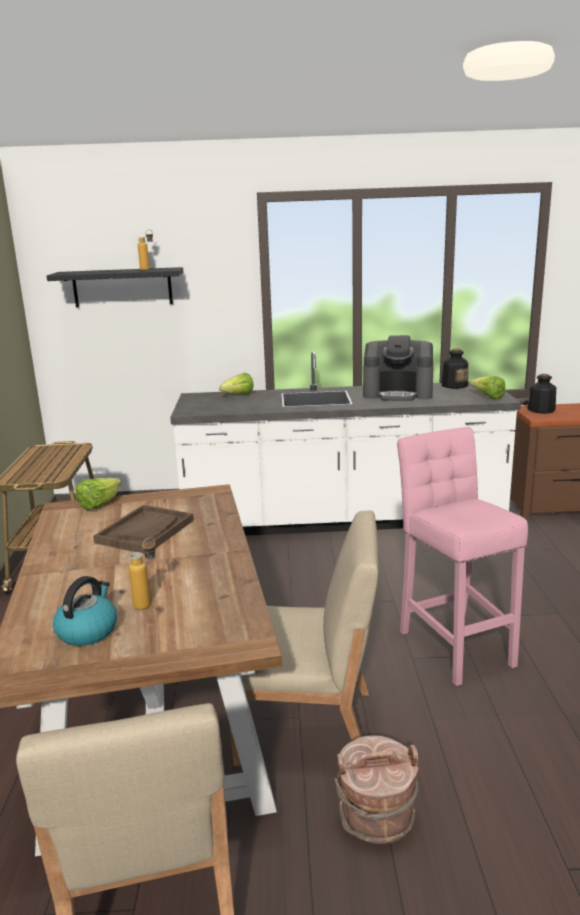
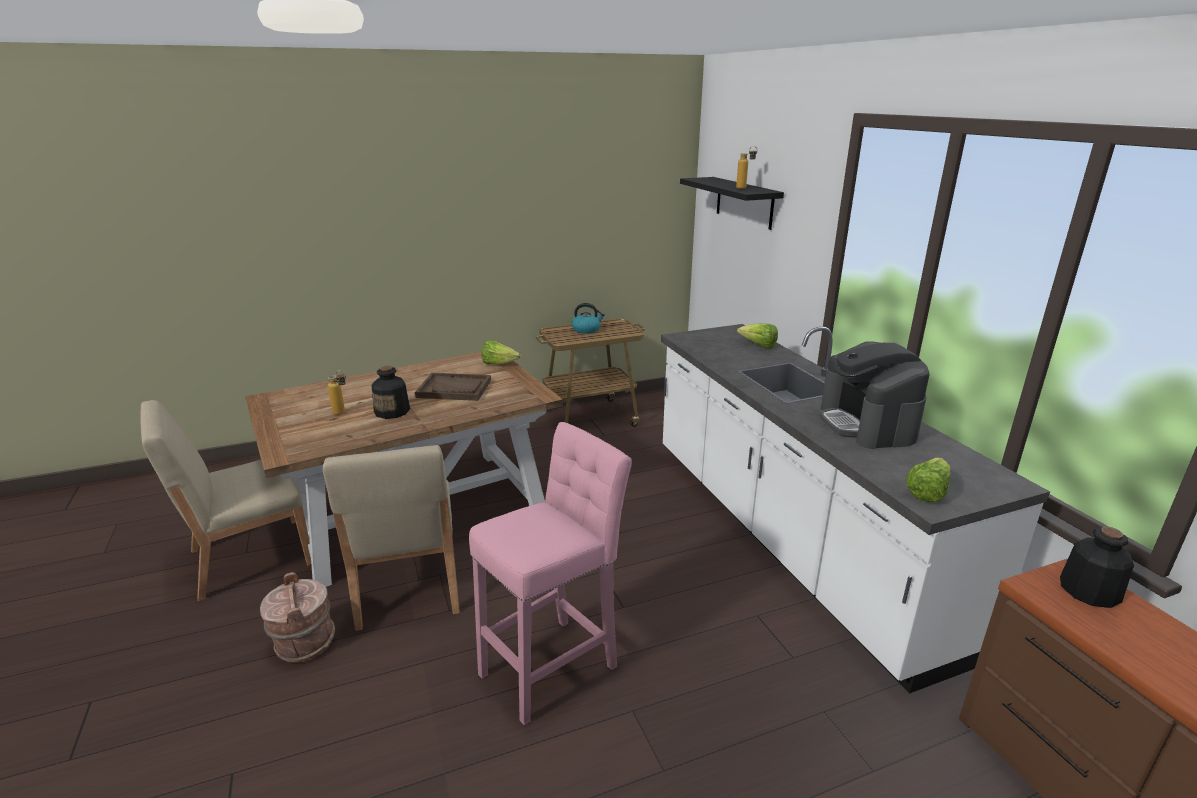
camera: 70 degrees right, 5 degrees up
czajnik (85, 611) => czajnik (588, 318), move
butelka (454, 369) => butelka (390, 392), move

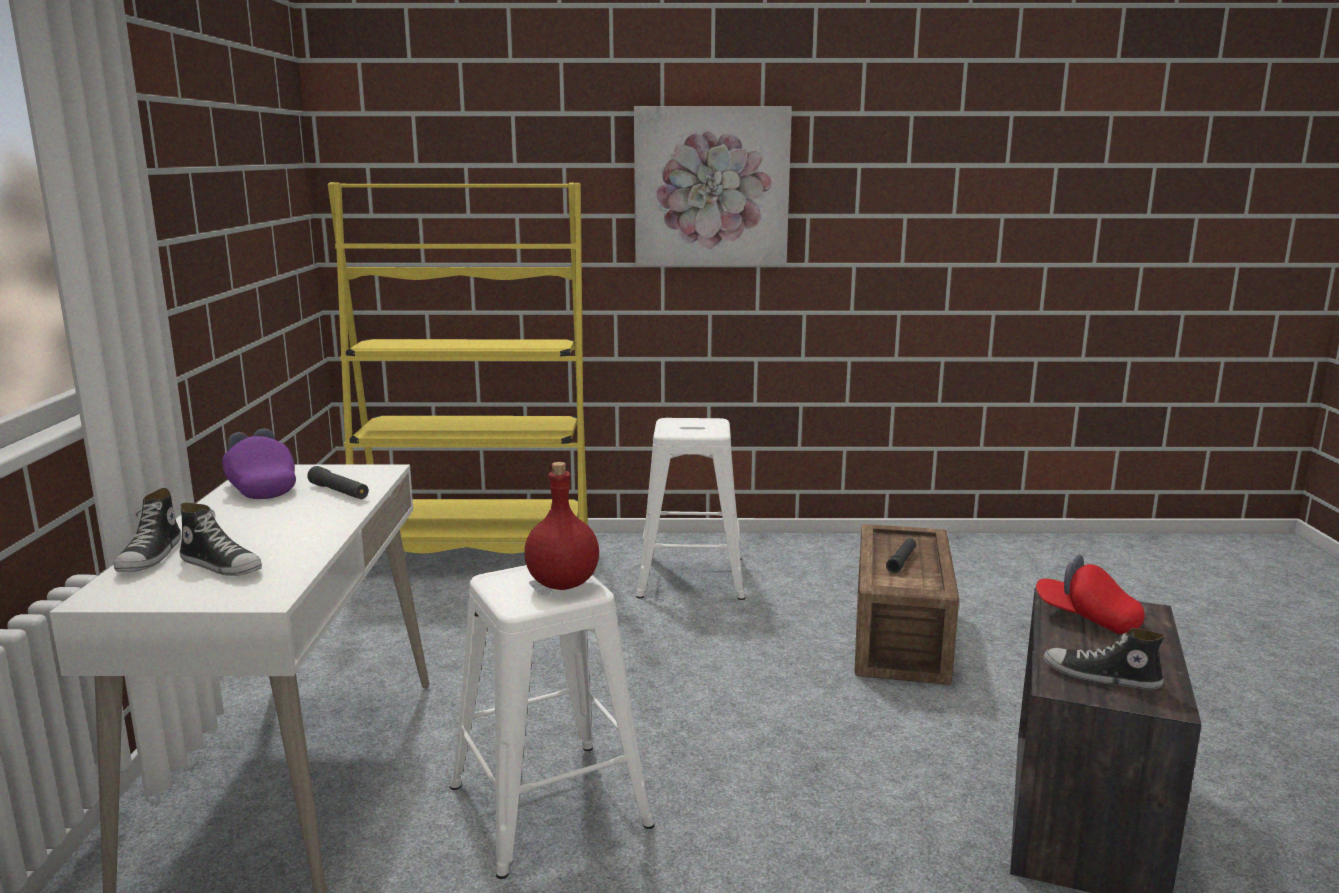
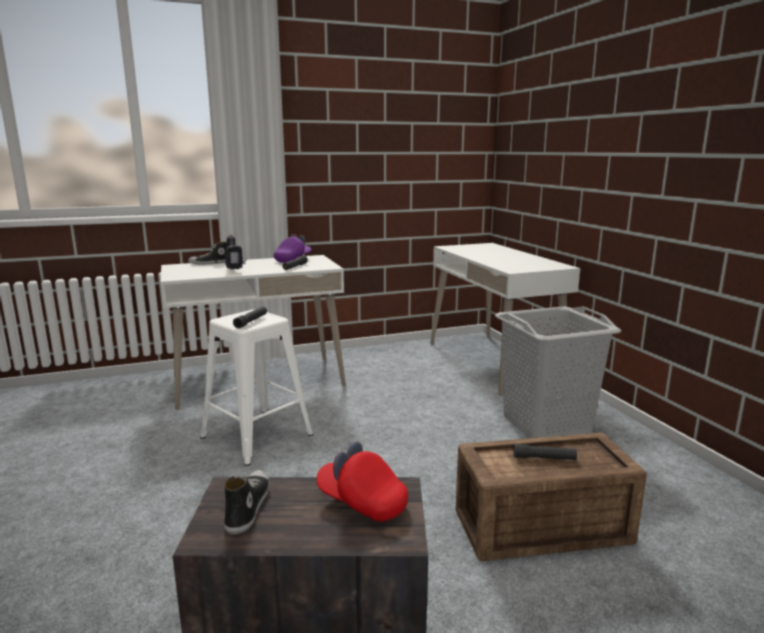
camera: 70 degrees right, 0 degrees up
but (221, 539) => nothing
regał/żółty (458, 368) => biurko/biały (505, 319)
butelka/czerwony (561, 526) => latarka/czarny (250, 317)
obraz (713, 186) => nothing
stołek/biały (690, 509) => kosz na pranie/szary (558, 372)
czapka z daszkiem/czerwony (1090, 594) => czapka z daszkiem/czerwony (362, 482), 75 degrees counterclockwise
nothing => wiertarka (235, 252)

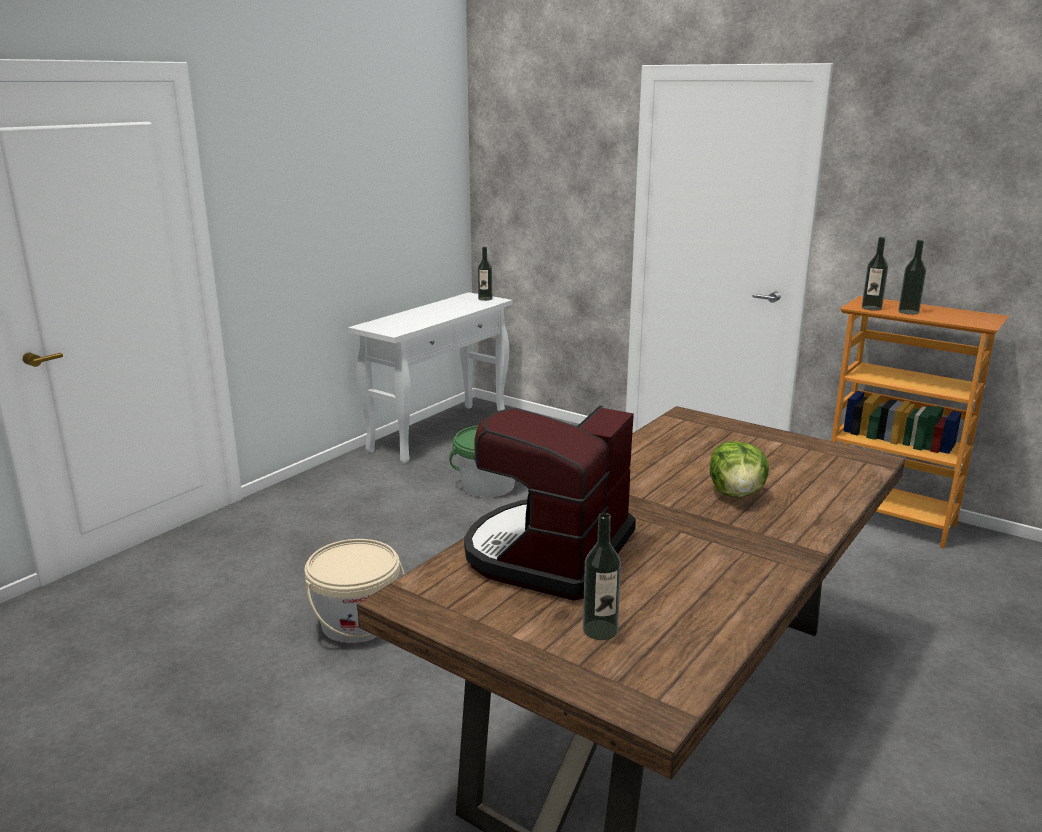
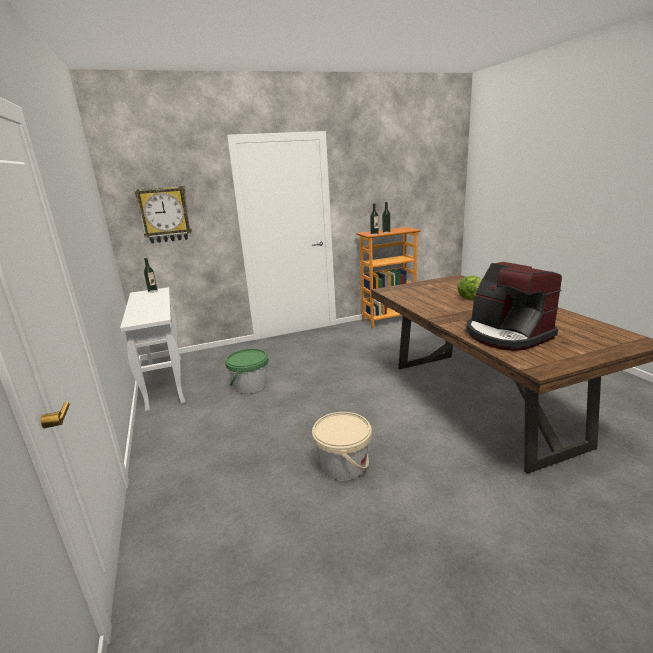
camera: 55 degrees left, 0 degrees up
butelka (602, 576) => nothing
nothing => zegar ścienny (163, 214)

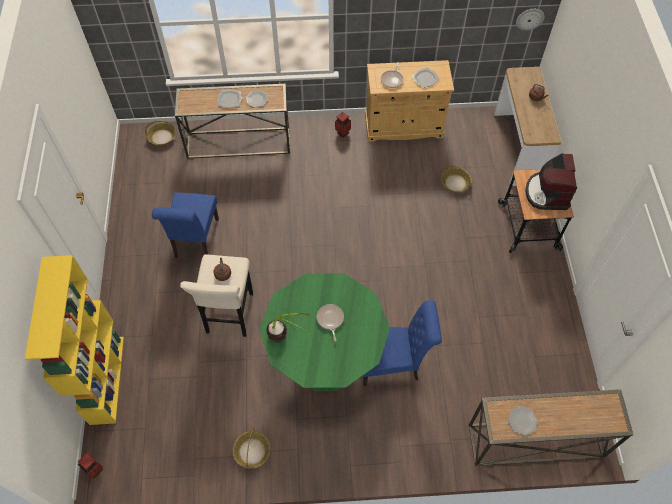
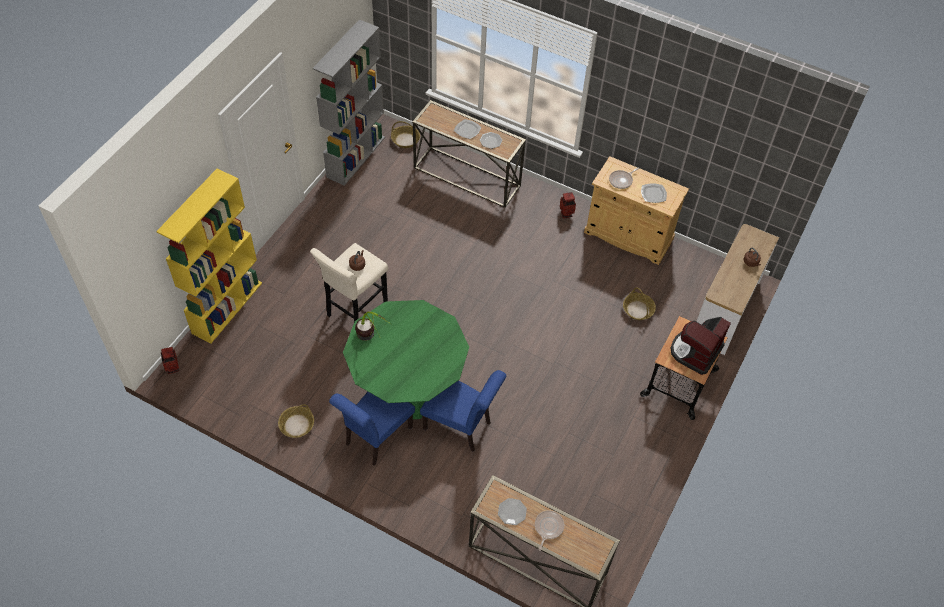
camera: 30 degrees right, 5 degrees down
krzesło/niebieski (185, 225) => krzesło/niebieski (372, 429), move
patelnia (330, 322) => patelnia (549, 531), move
zegar ścienny (530, 19) => nothing
nothing => regał/szary (349, 102)

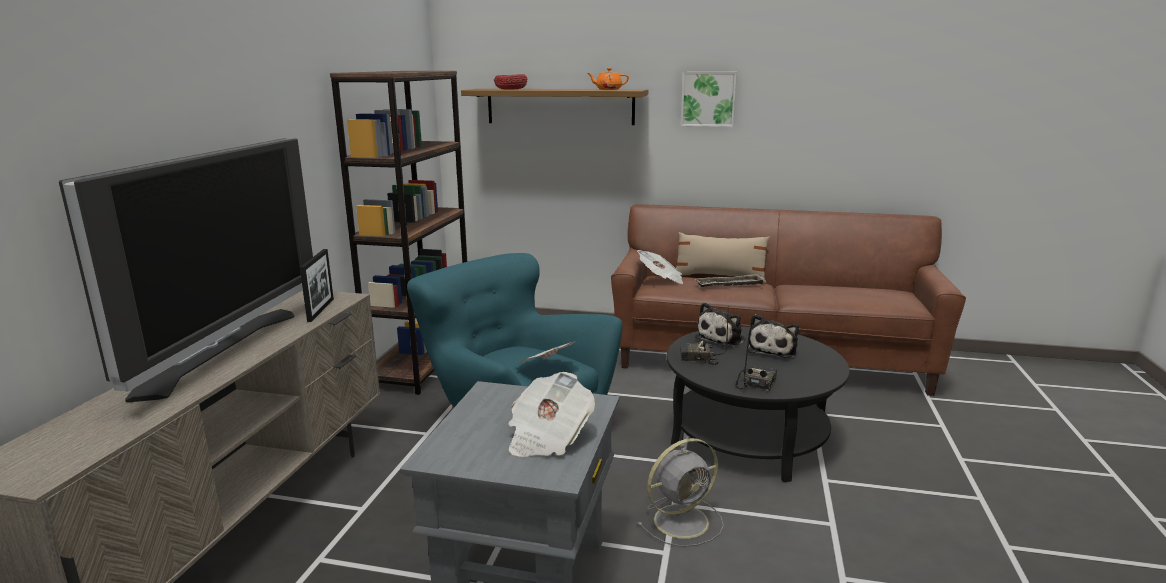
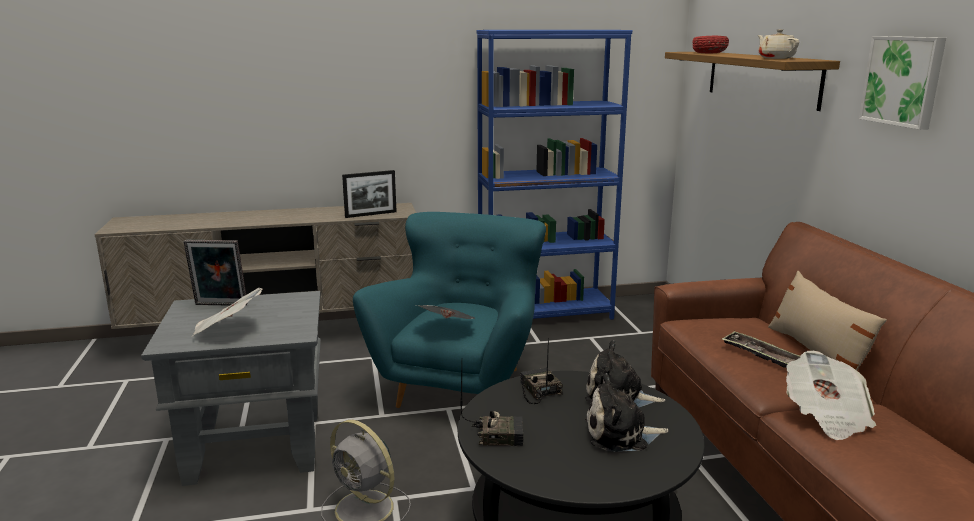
camera: 65 degrees right, 0 degrees up
telewizor (186, 270) => nothing
regał/brązowy (398, 233) => regał/niebieski (554, 175)
imbryk/pomarańczowy (608, 79) => imbryk/beżowy (778, 44)
gazeta (660, 267) => gazeta (831, 395), move
nothing => ramka na zdjęcie (215, 273)

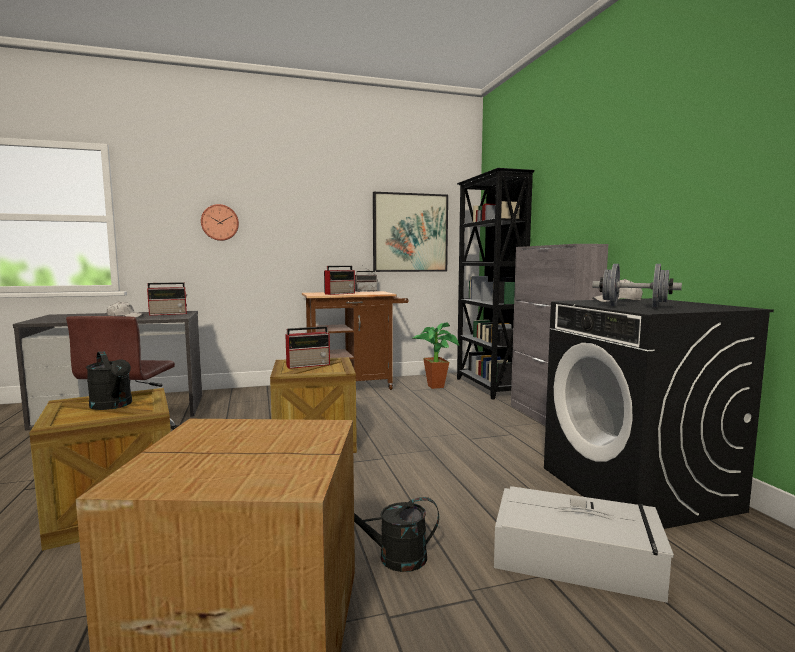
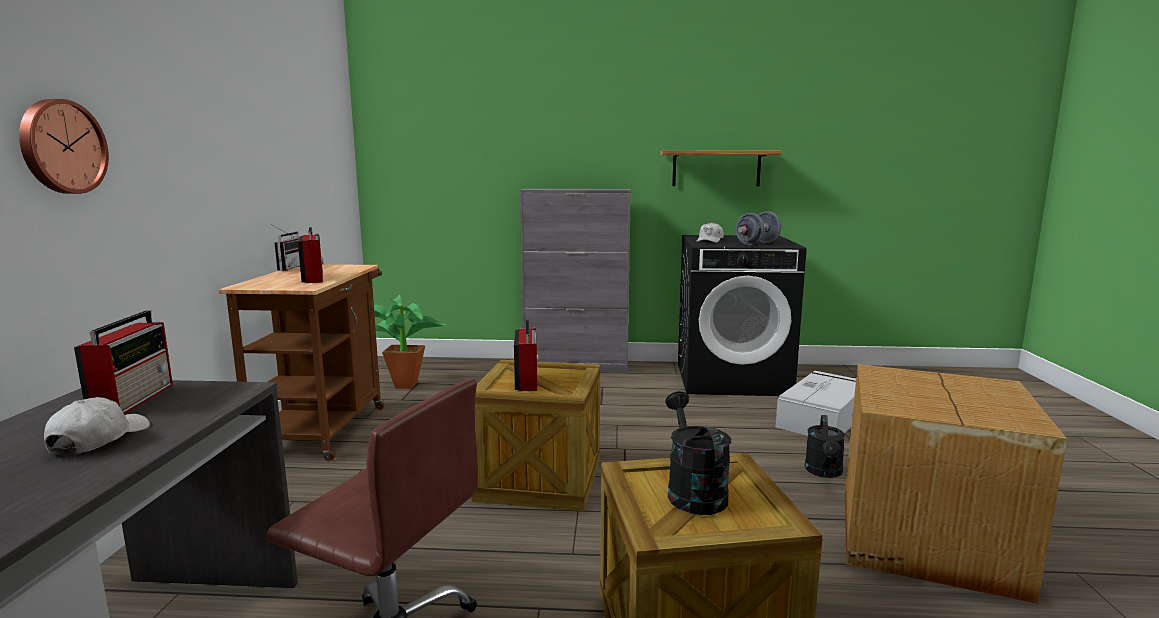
camera: 70 degrees left, 5 degrees up
konewka/czarny (109, 380) => konewka/czarny (698, 453), 75 degrees counterclockwise
obraz (410, 232) => nothing
regał/czarny (496, 284) => nothing
nothing => półka (721, 168)

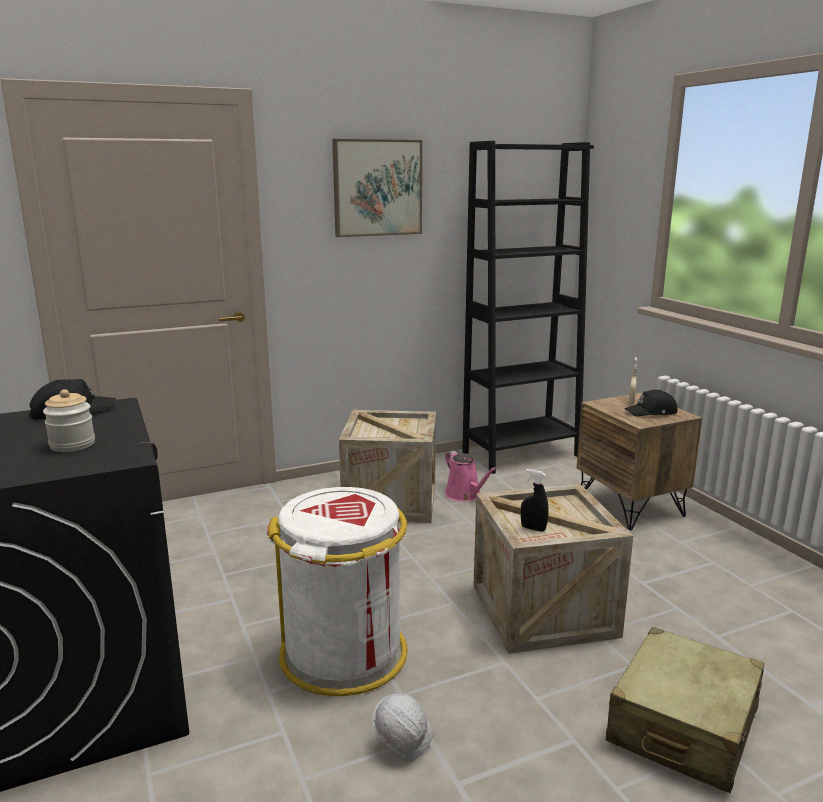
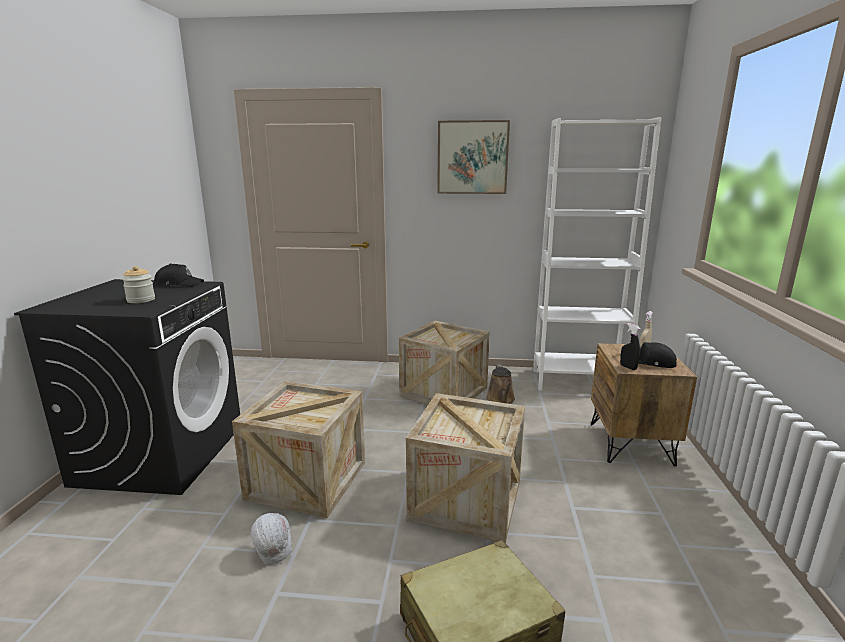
camera: 30 degrees right, 0 degrees up
kosz na śmieci/biały (337, 591) => skrzynka (298, 449)
konewka/różowy (471, 476) => konewka/brązowy (500, 384)
regał/czarny (528, 307) => regał/biały (597, 254)
spryskiwacz/czarny (534, 500) => spryskiwacz/czarny (630, 346), move

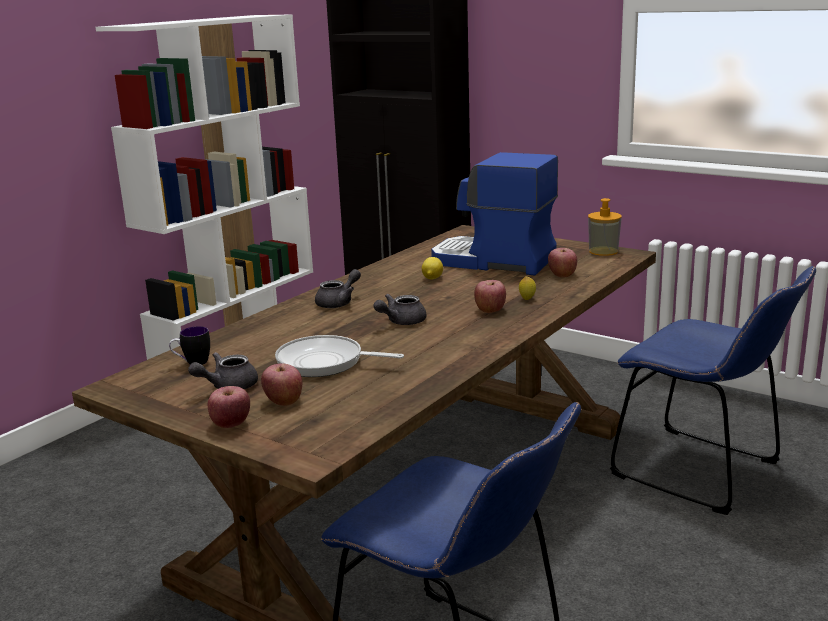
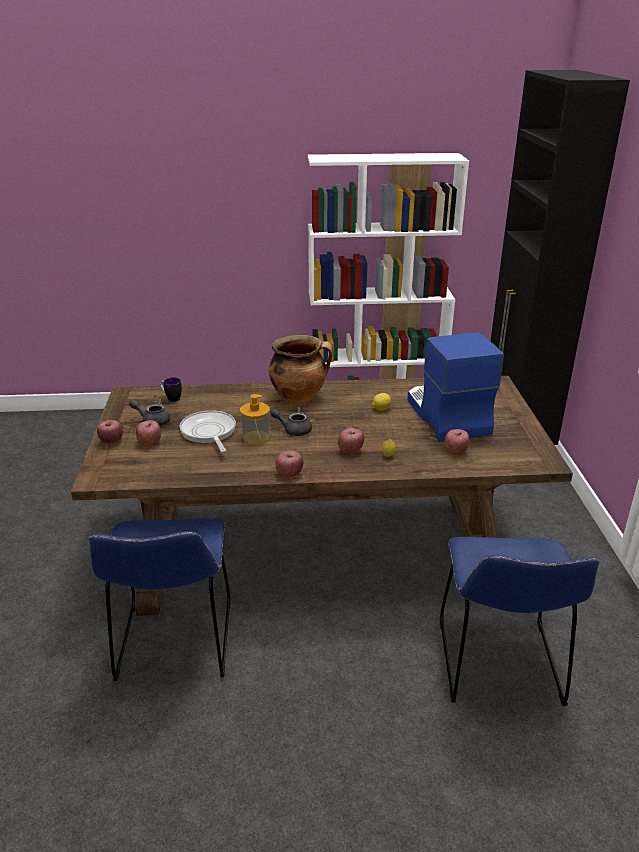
camera: 50 degrees right, 10 degrees up
imbryk/szary (338, 288) => garnek (301, 370)
dozownik mydła (605, 227) => dozownik mydła (255, 419), move
nothing => jabłko (289, 464)

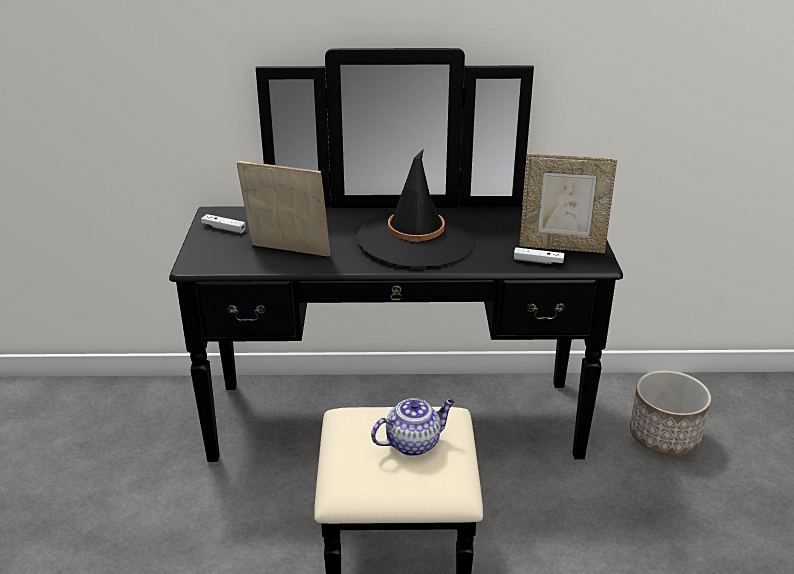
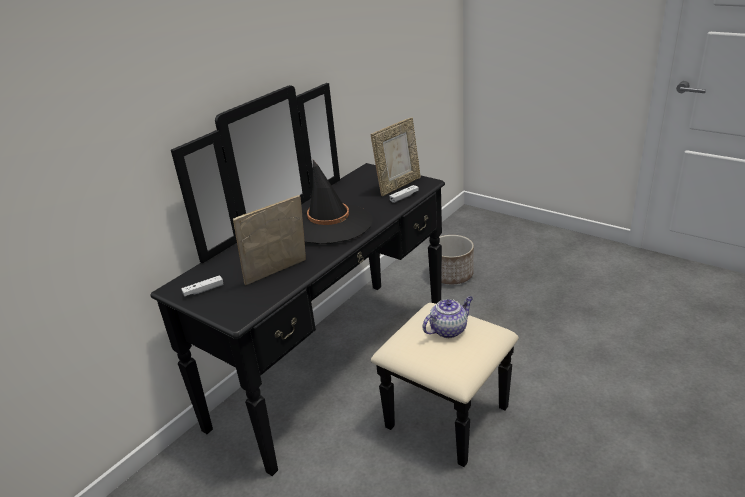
camera: 50 degrees left, 0 degrees up
imbryk (413, 427) => imbryk (448, 317), 45 degrees clockwise

